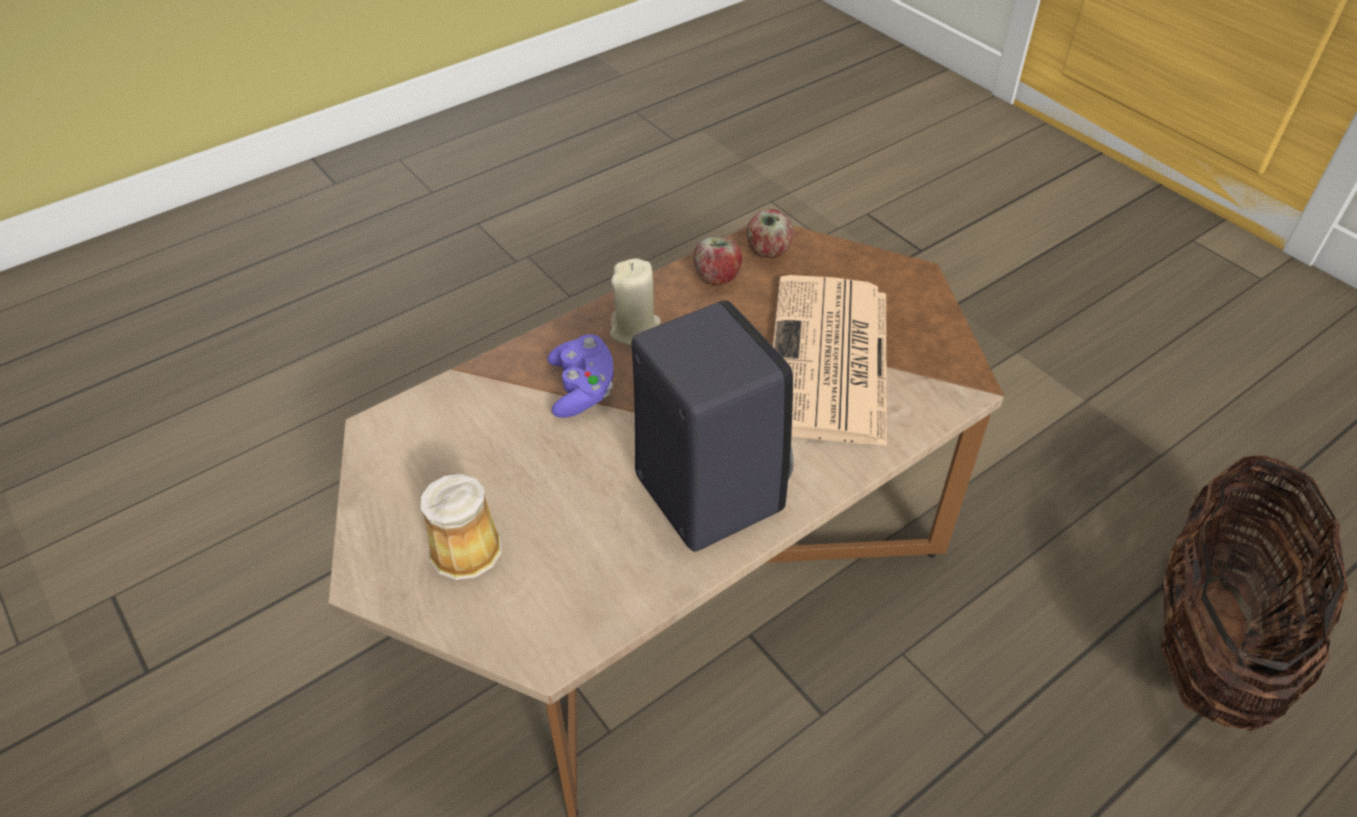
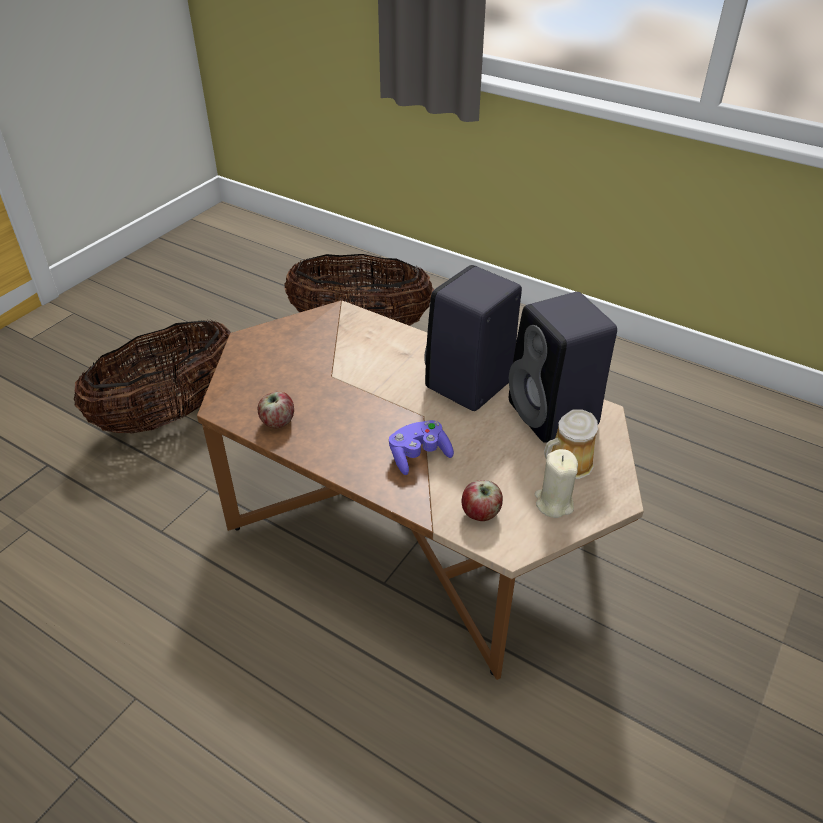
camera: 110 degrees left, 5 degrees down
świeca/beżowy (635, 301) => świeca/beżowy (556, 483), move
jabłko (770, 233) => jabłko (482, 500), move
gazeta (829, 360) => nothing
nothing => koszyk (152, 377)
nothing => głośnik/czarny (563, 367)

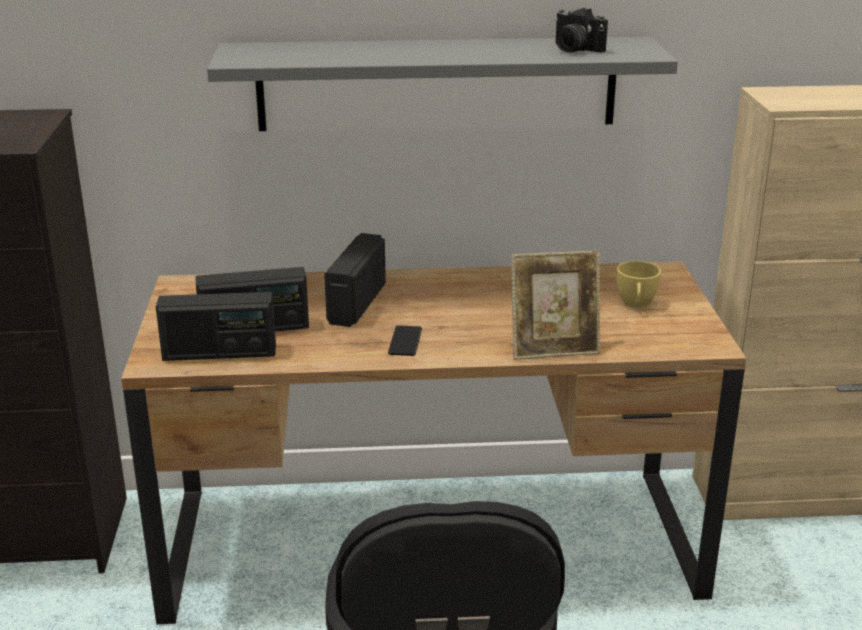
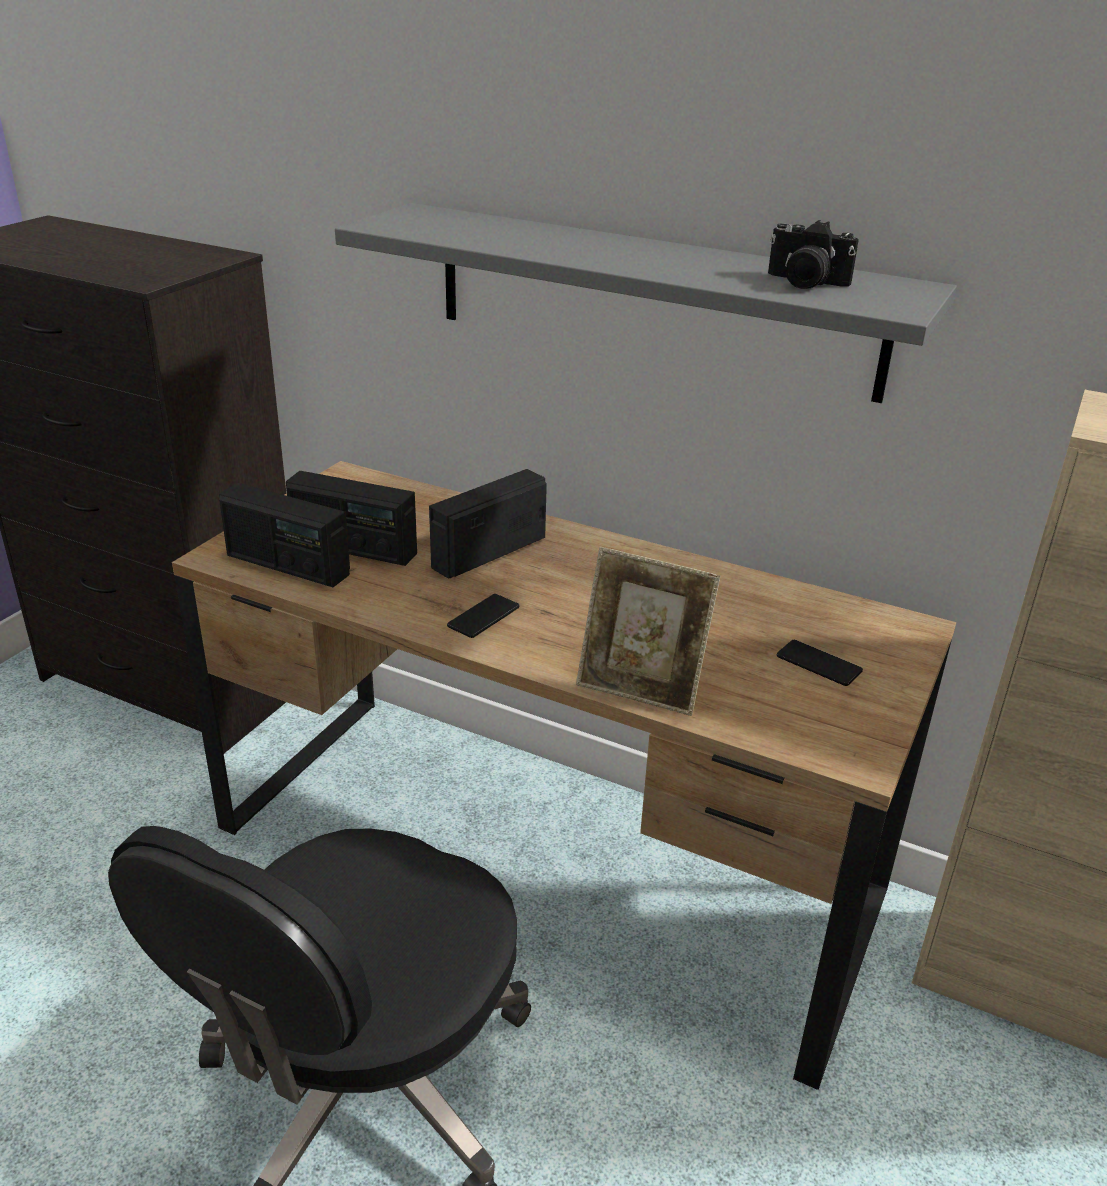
camera: 30 degrees right, 5 degrees up
aparat fotograficzny (581, 30) => aparat fotograficzny (813, 254), 45 degrees counterclockwise
filiżanka/żółty (639, 284) => telefon (820, 663)

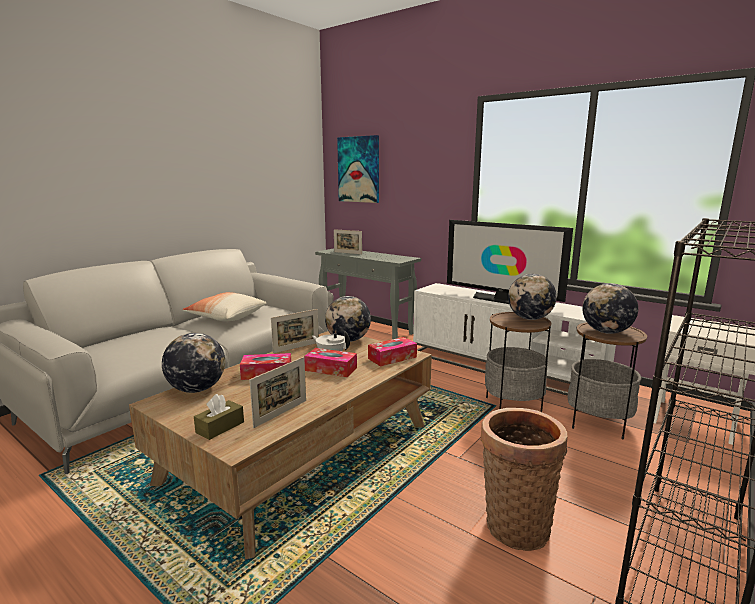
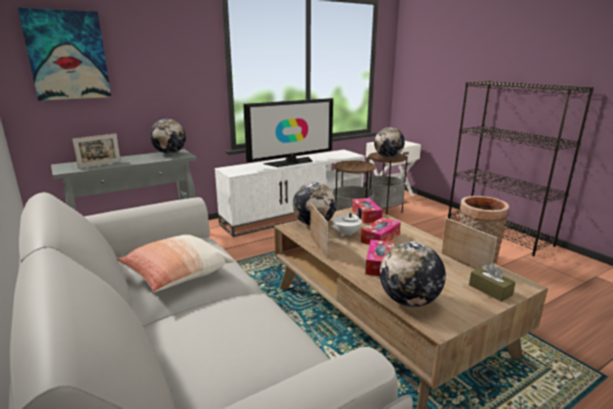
camera: 70 degrees left, 5 degrees up
globus (532, 297) => globus (168, 136), move

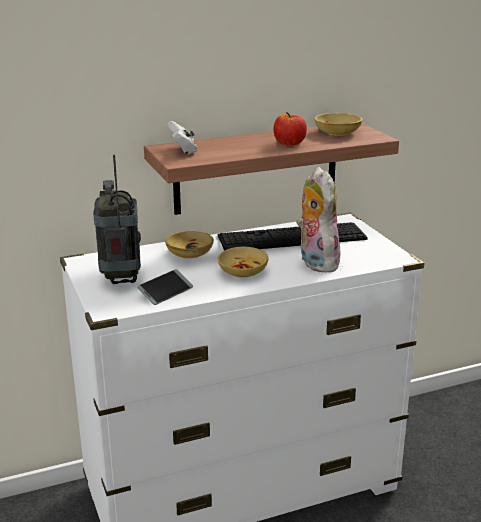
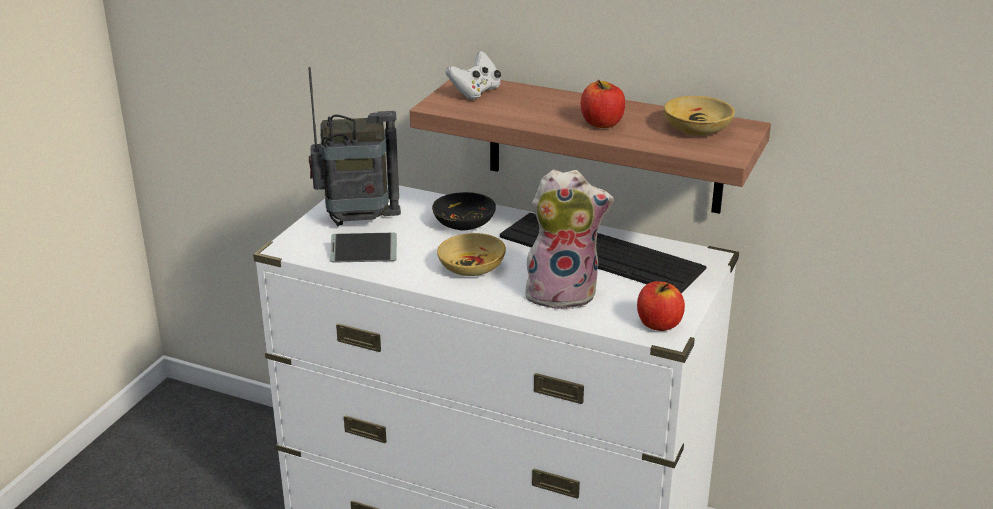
camera: 45 degrees right, 5 degrees up
radio (117, 219) => radio (354, 147), 45 degrees clockwise
miska/beżowy (189, 245) => miska/czarny (464, 211)
pluszak (318, 220) => pluszak (569, 239), 60 degrees clockwise
nothing => jabłko (661, 306)

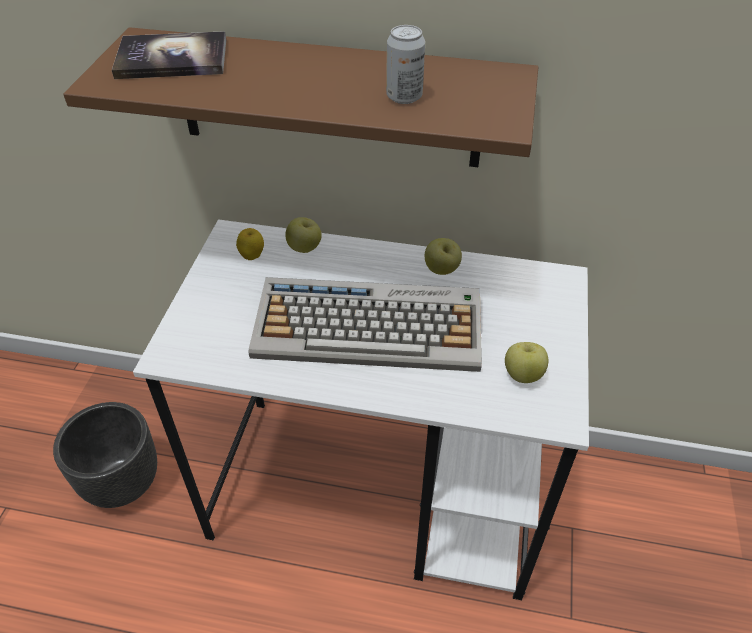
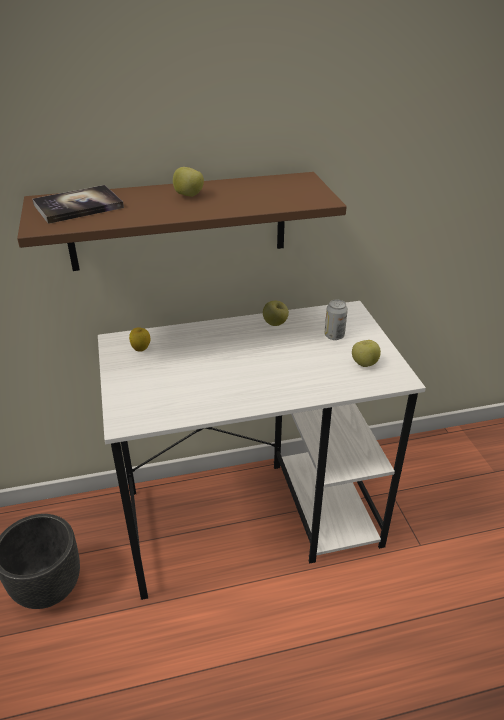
camera: 25 degrees left, 10 degrees down
klawiatura (365, 324) => nothing
jabłko (303, 235) => jabłko (188, 182), move
puszka (405, 64) => puszka (336, 320), move

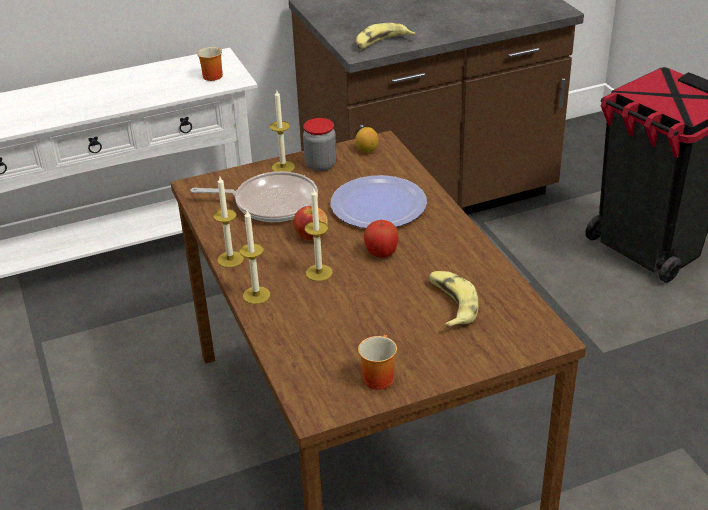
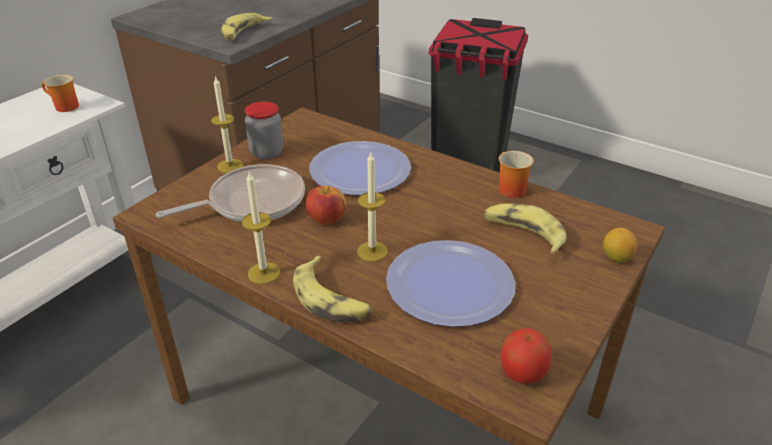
camera: 35 degrees left, 0 degrees up
świeca (254, 257) => banan (332, 289)
cytryna (367, 140) => cytryna (620, 245), move
kubek (377, 362) => kubek (516, 174), move
jabłko (381, 239) => jabłko (526, 356), move
nothing => talerz (450, 283)

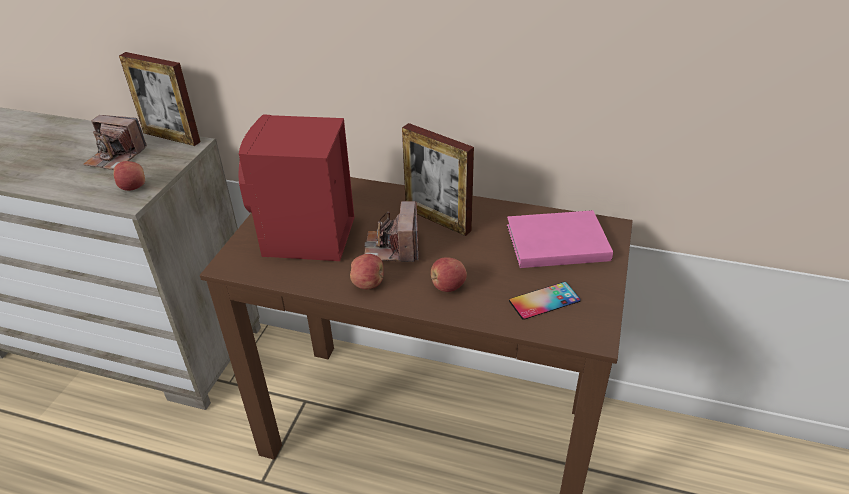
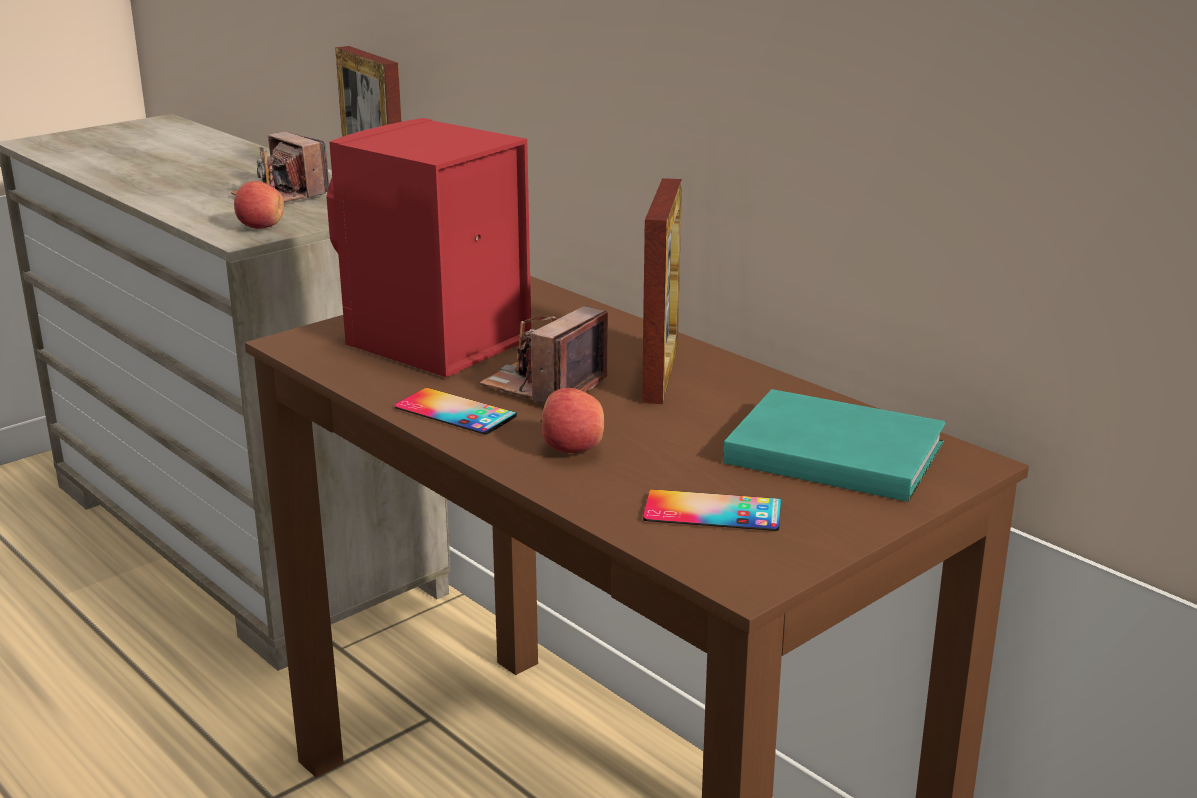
camera: 30 degrees right, 15 degrees down
jabłko (367, 271) => telefon (456, 411)
ramka na zdjęcie (438, 179) => ramka na zdjęcie (662, 291), 150 degrees counterclockwise
książka/różowy (560, 239) => książka/turkusowy (834, 445)

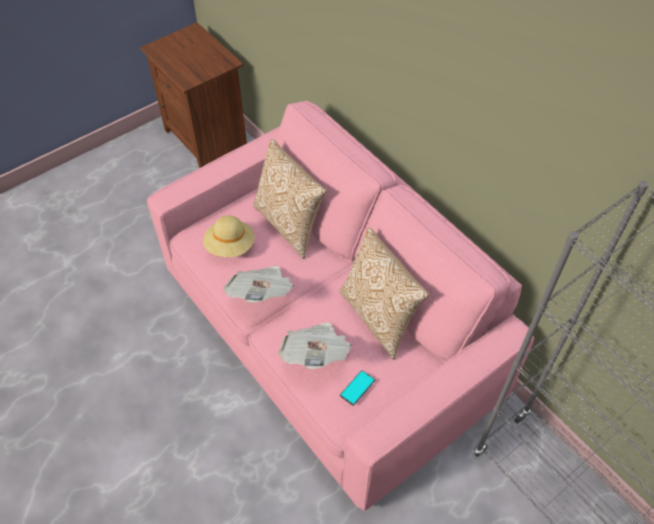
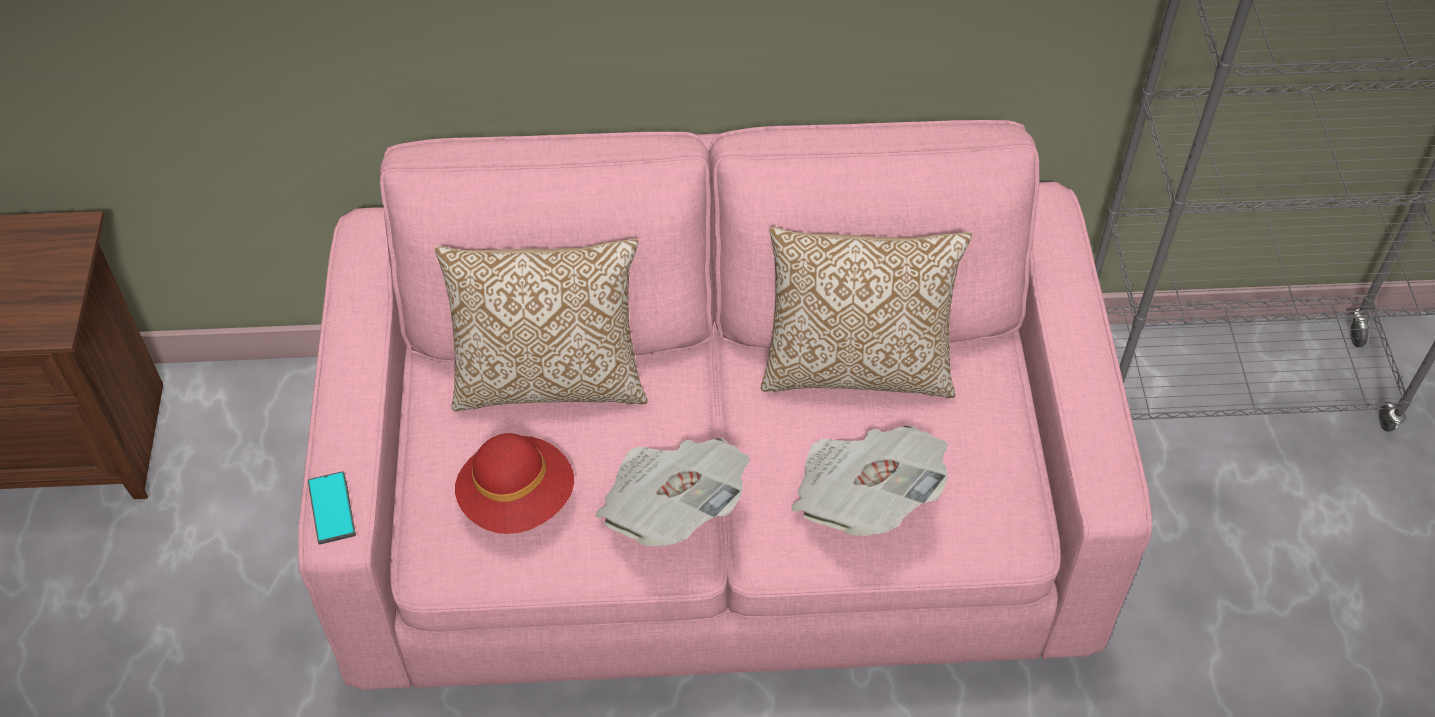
camera: 55 degrees left, 0 degrees up
kapelusz/beżowy (229, 236) => kapelusz/czerwony (514, 483)
telefon (357, 388) => telefon (332, 507), move

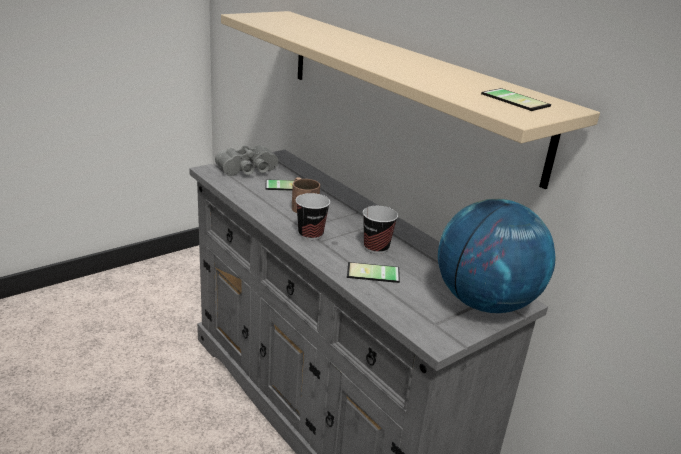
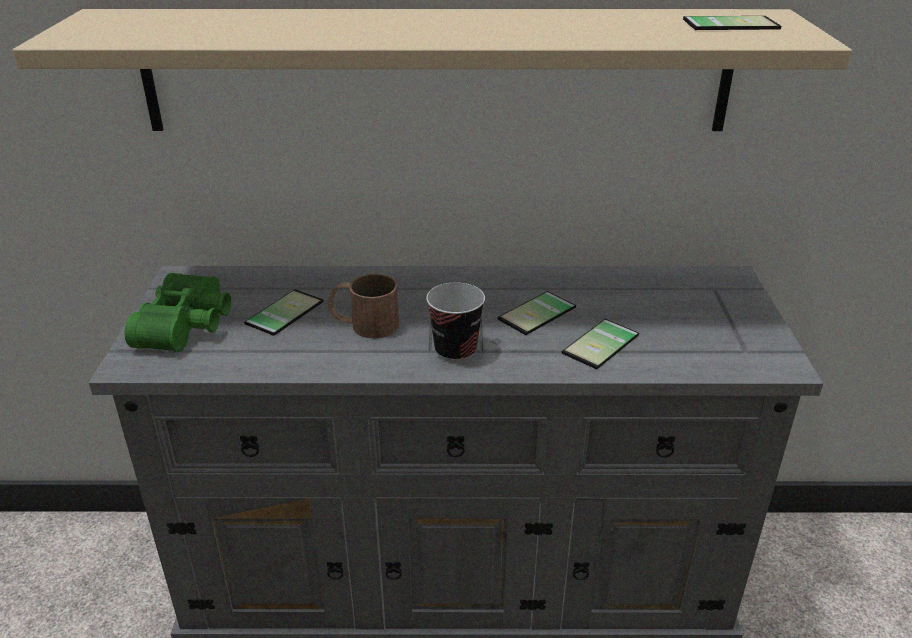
camera: 50 degrees left, 5 degrees up
lornetka/szary (246, 160) => lornetka/zielony (177, 312)
filiżanka (380, 230) => telefon (536, 313)
globus (497, 256) => nothing

